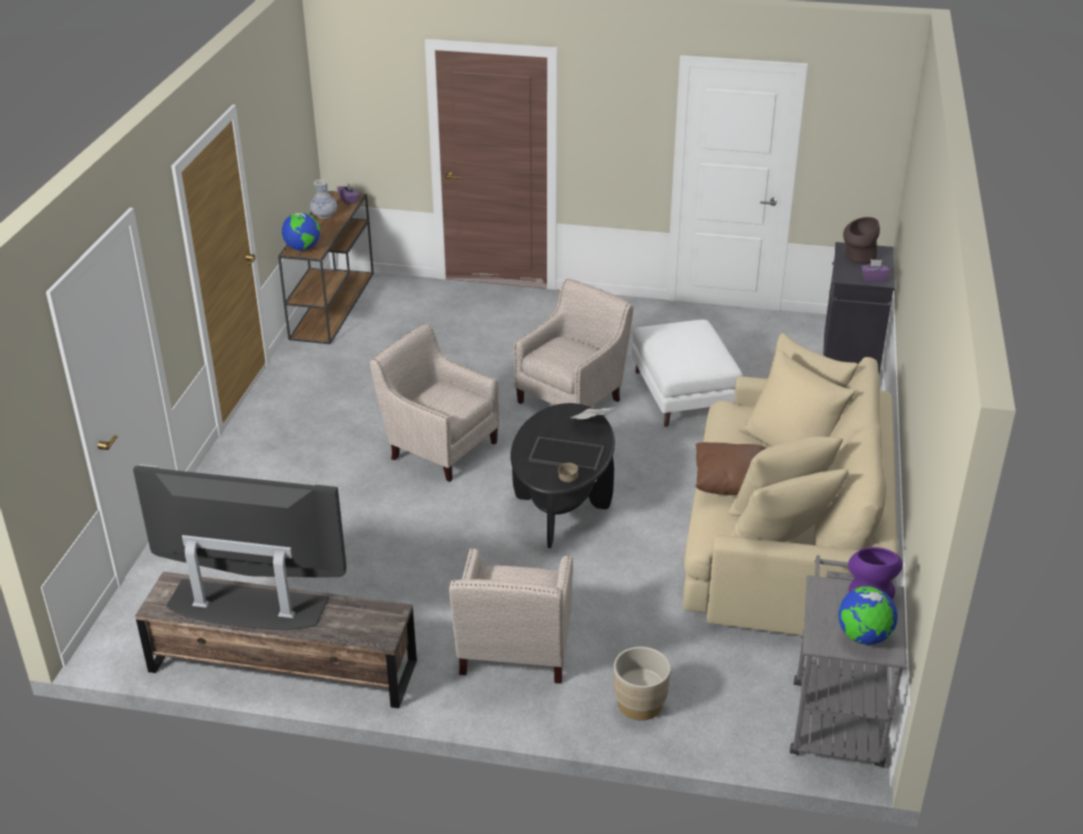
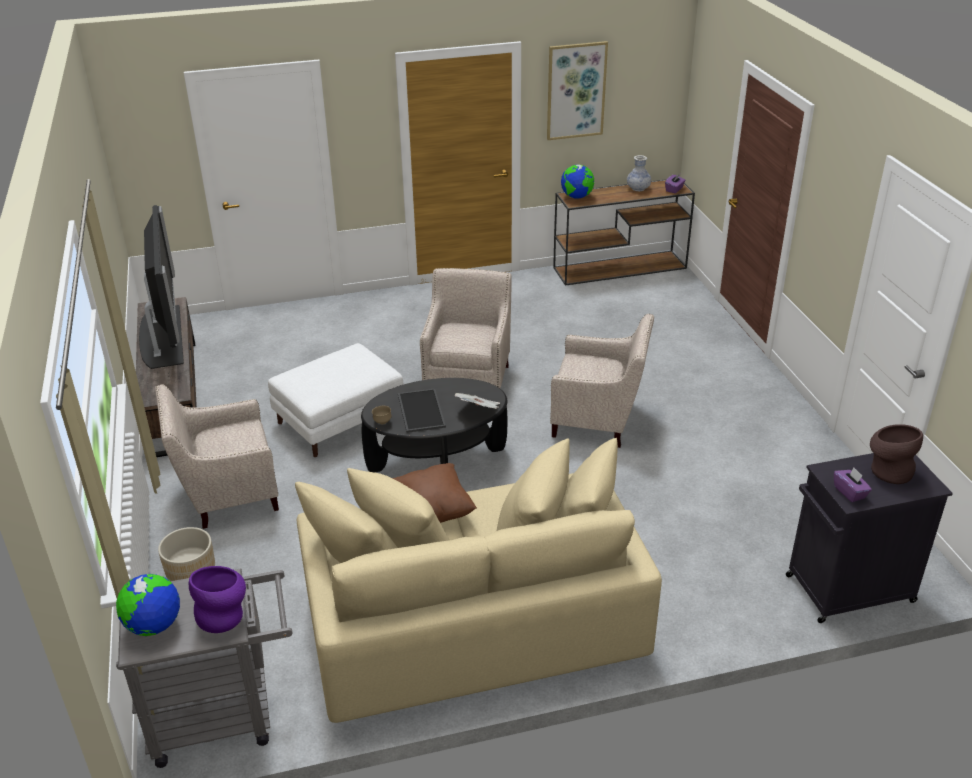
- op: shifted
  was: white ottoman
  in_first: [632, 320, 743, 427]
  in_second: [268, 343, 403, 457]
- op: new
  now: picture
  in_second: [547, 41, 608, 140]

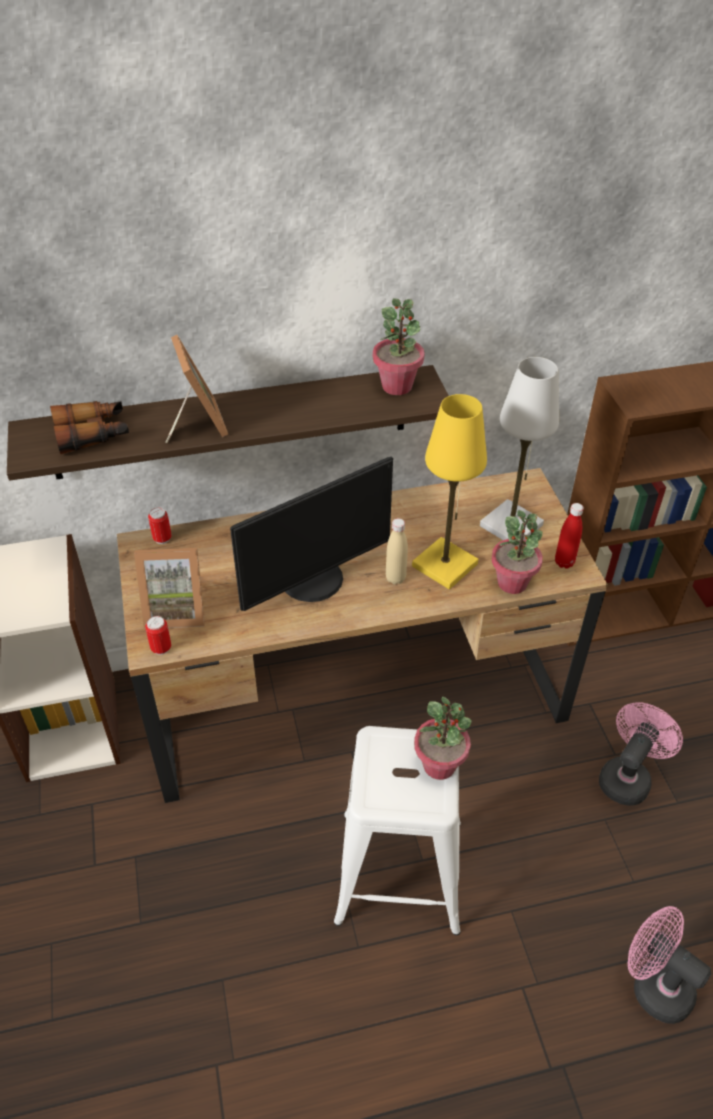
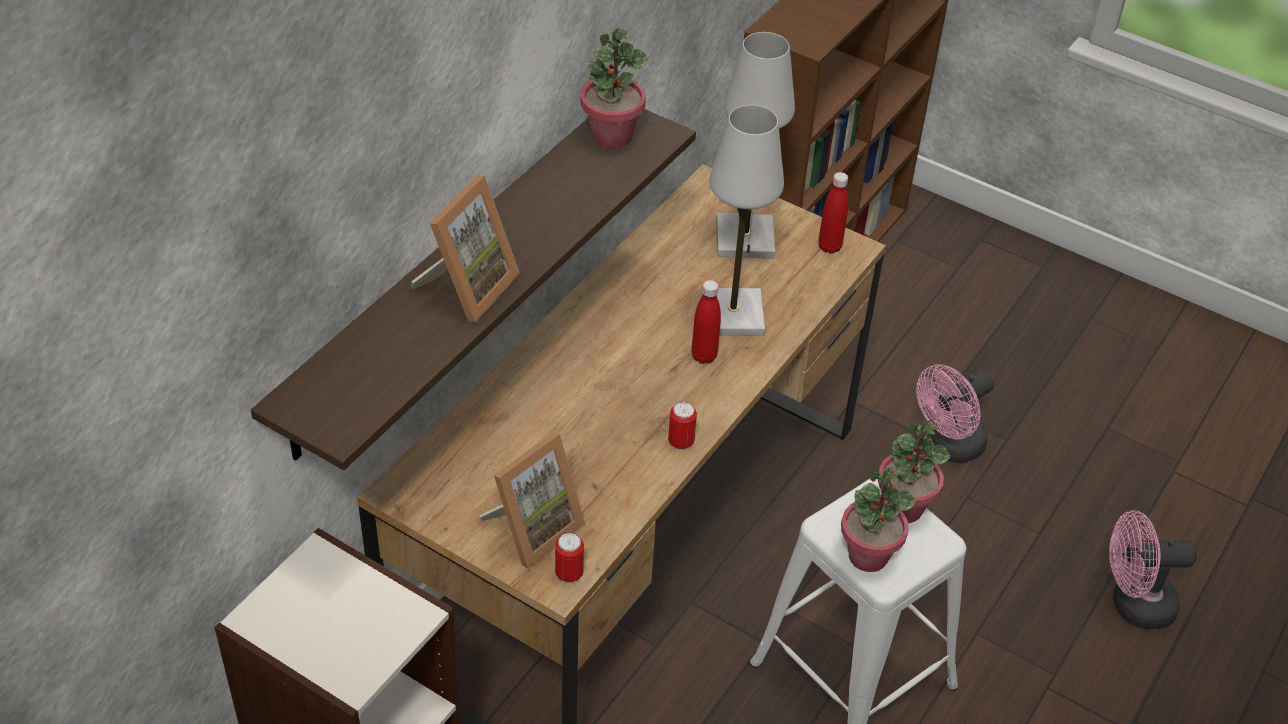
- op: rotated
  was: picture frame
  in_first: [165, 335, 228, 443]
  in_second: [411, 175, 520, 323]
  clockwise: 90
- op: repainted
  was: yellow table lamp
  now: white table lamp
  in_first: [412, 394, 487, 589]
  in_second: [702, 105, 784, 336]
- op: gone
  was: binoculars
  in_first: [50, 401, 129, 454]
- op: gone
  was: monitor
  in_first: [230, 457, 393, 611]
- op: shifted
  was: can
  in_first: [148, 508, 172, 544]
  in_second: [668, 402, 697, 451]
- op: shifted
  was: potted plant
  in_first: [491, 510, 543, 594]
  in_second: [841, 467, 916, 572]
- op: repainted
  was: beige bottle
  now: red bottle
  in_first: [386, 518, 408, 584]
  in_second: [692, 280, 721, 364]
- op: rotated
  was: pink fan
  in_first: [599, 702, 683, 806]
  in_second: [916, 364, 994, 463]
  clockwise: -120

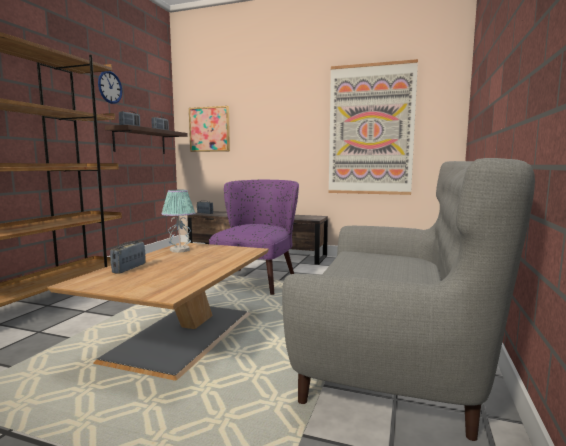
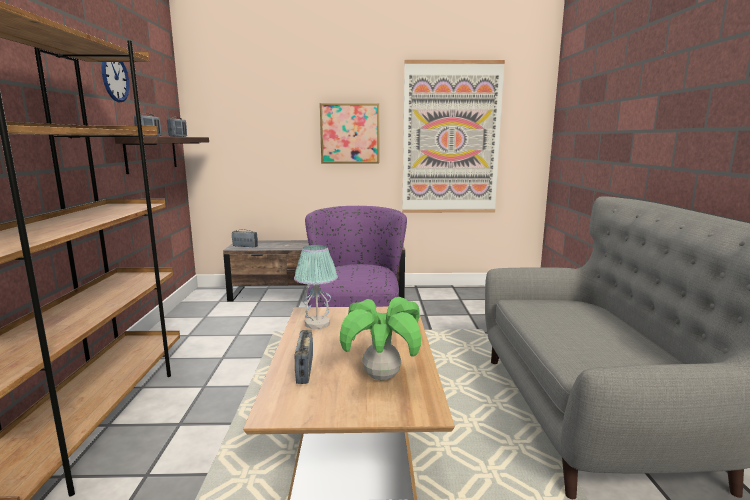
- op: shifted
  was: picture
  in_first: [189, 106, 230, 152]
  in_second: [320, 103, 379, 163]
- op: new
  now: potted plant
  in_second: [340, 297, 421, 380]

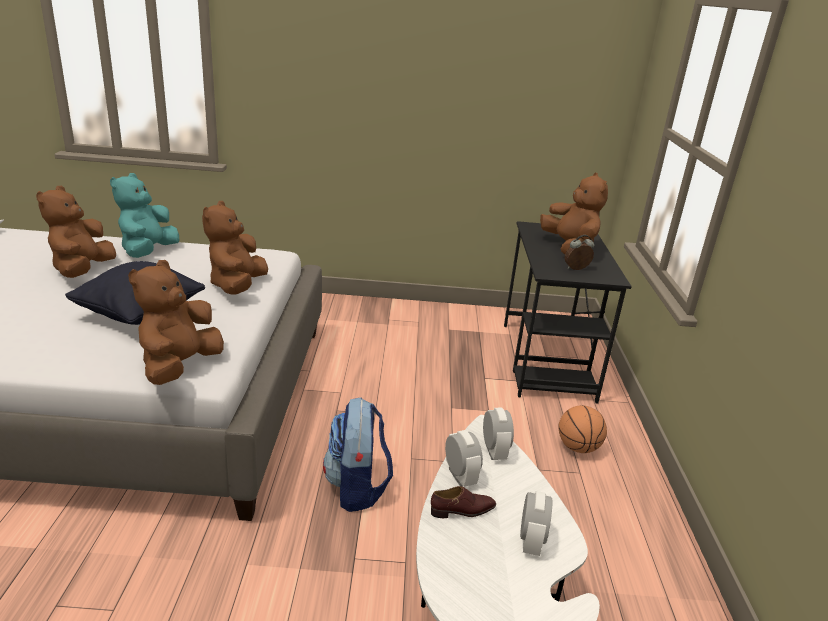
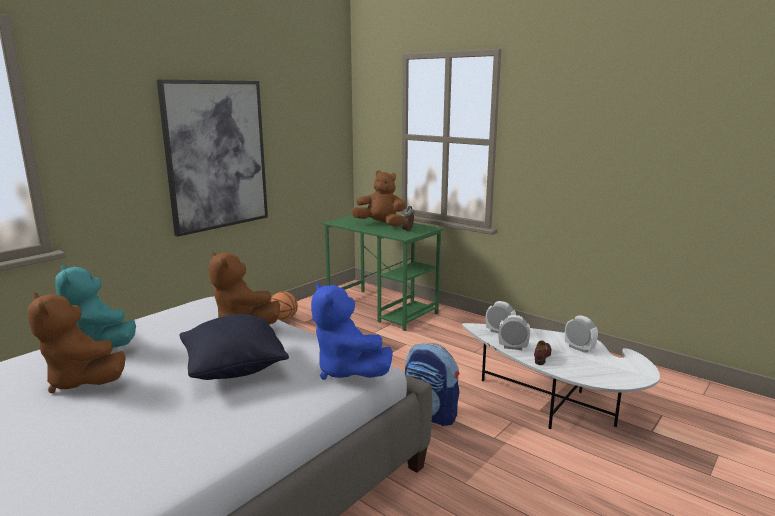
- op: repainted
  was: black desk
  now: green desk
  in_first: [504, 221, 632, 404]
  in_second: [322, 215, 444, 331]
- op: repainted
  was: brown plush toy
  now: blue plush toy
  in_first: [128, 260, 224, 385]
  in_second: [311, 282, 393, 380]
- op: shifted
  was: basketball
  in_first: [559, 405, 607, 453]
  in_second: [270, 292, 298, 320]
- op: new
  now: picture
  in_second: [157, 80, 268, 237]

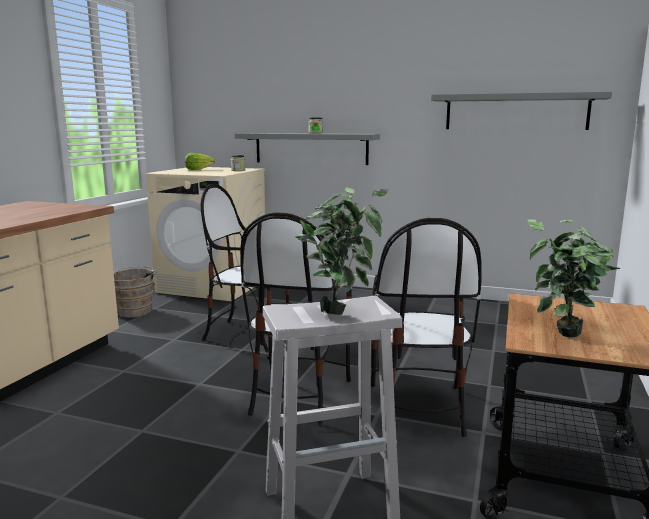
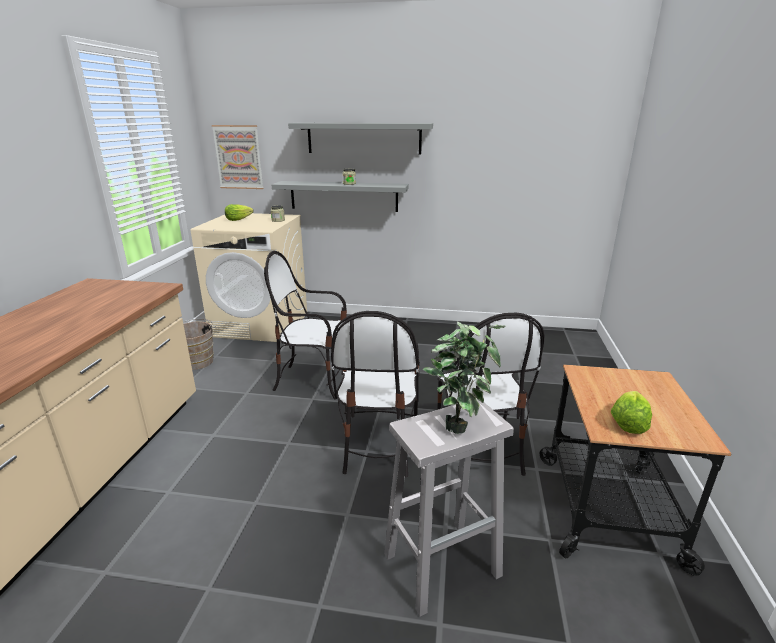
- op: shifted
  was: grey shelf
  in_first: [431, 92, 612, 130]
  in_second: [288, 123, 433, 154]
- op: swapped
  was: potted plant
  now: lettuce
  in_first: [527, 219, 621, 338]
  in_second: [611, 391, 652, 434]
- op: new
  now: picture
  in_second: [212, 125, 264, 189]

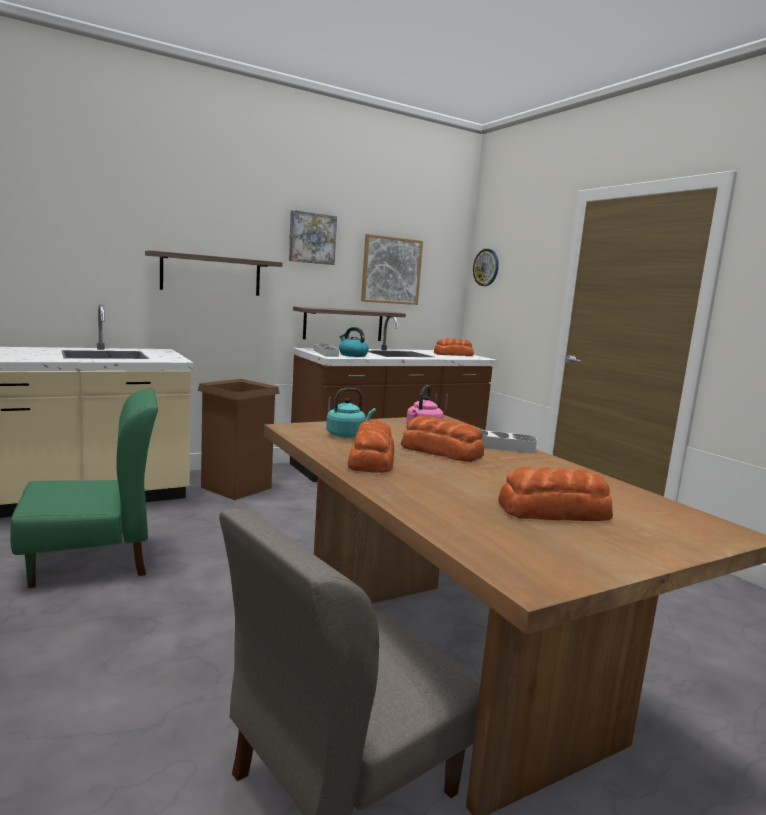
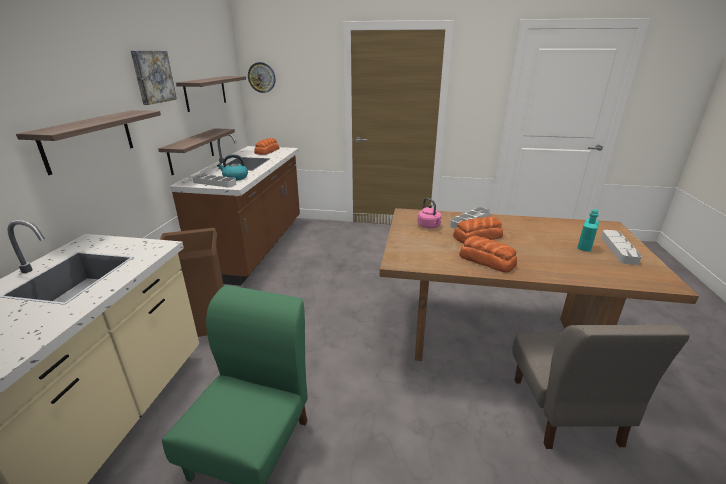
- op: swapped
  was: picture
  now: shelf
  in_first: [361, 234, 423, 305]
  in_second: [176, 76, 246, 112]
- op: gone
  was: turquoise kettle
  in_first: [326, 388, 376, 438]
- op: swapped
  was: bread
  now: turquoise bottle
  in_first: [498, 467, 613, 521]
  in_second: [577, 209, 599, 252]
- op: new
  now: grey tray
  in_second: [601, 230, 642, 265]

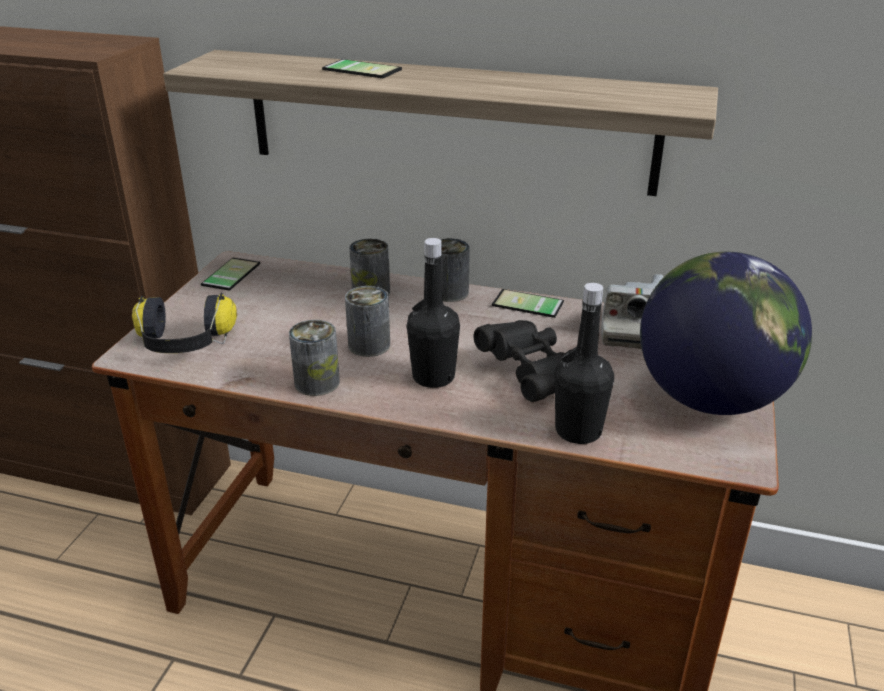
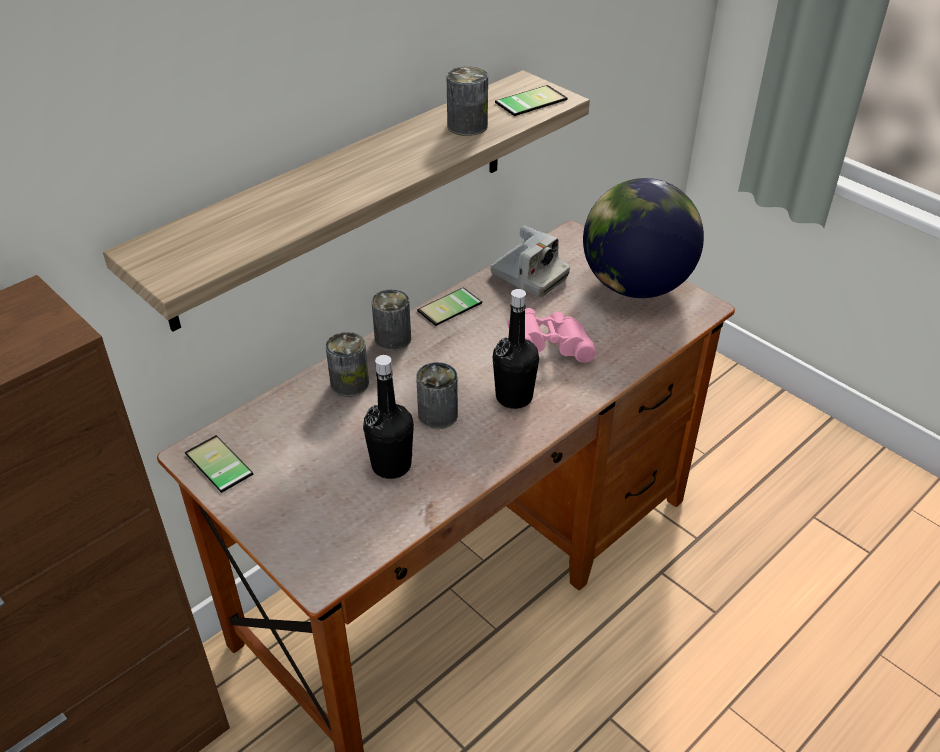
- op: shifted
  was: phone
  in_first: [322, 59, 402, 78]
  in_second: [495, 85, 568, 116]
- op: shifted
  was: black bottle
  in_first: [555, 283, 614, 444]
  in_second: [363, 355, 414, 479]
- op: gone
  was: headphones
  in_first: [132, 293, 237, 353]
- op: shifted
  was: can
  in_first: [289, 320, 340, 396]
  in_second: [447, 66, 488, 136]
- op: repainted
  was: black binoculars
  now: pink binoculars
  in_first: [474, 320, 572, 402]
  in_second: [508, 308, 596, 363]

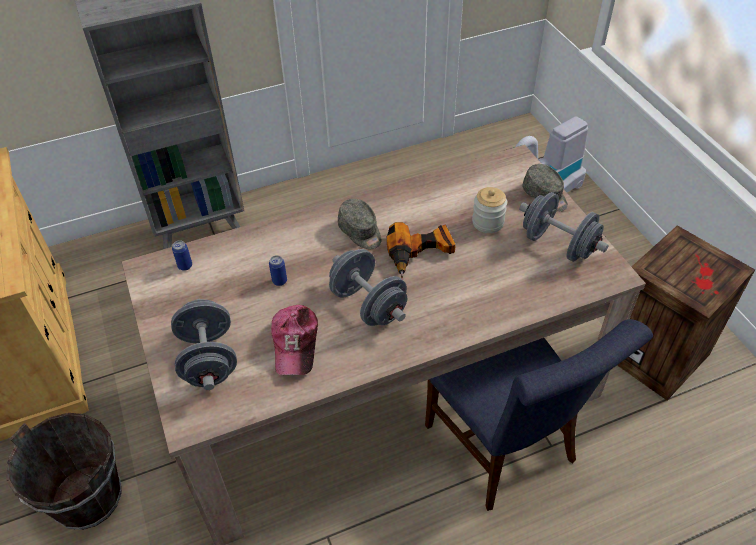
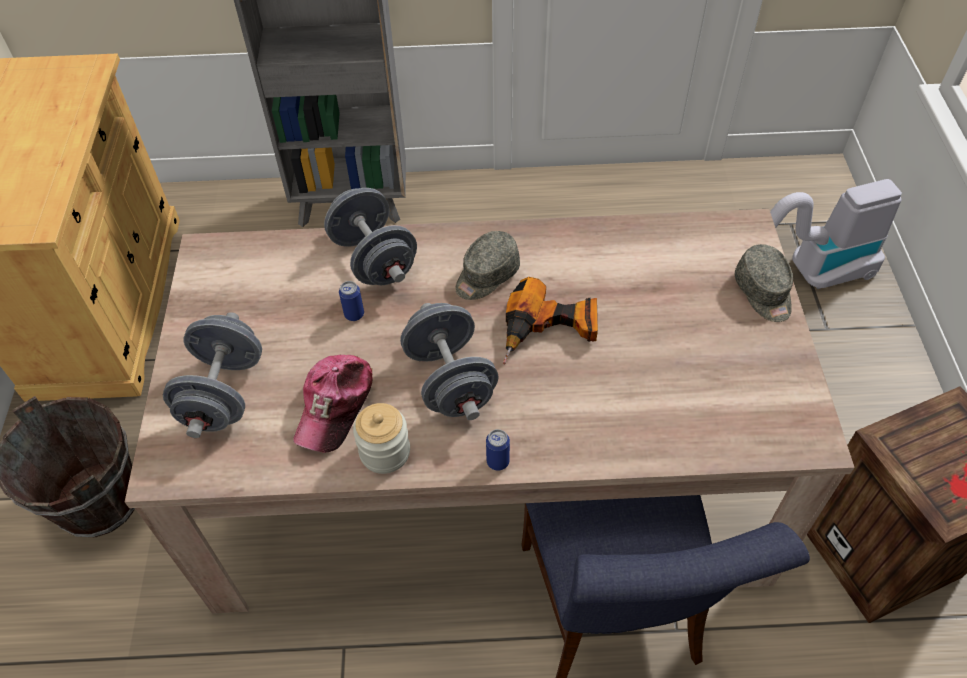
- op: shifted
  was: jar
  in_first: [472, 187, 507, 233]
  in_second: [353, 403, 410, 474]
- op: shifted
  was: grey dumbbell
  in_first: [519, 192, 609, 262]
  in_second: [324, 188, 417, 285]
- op: rotated
  was: grey cap
  in_first: [338, 199, 381, 249]
  in_second: [455, 231, 520, 300]
  clockwise: 60
- op: shifted
  was: can
  in_first: [172, 240, 192, 271]
  in_second: [486, 429, 510, 471]

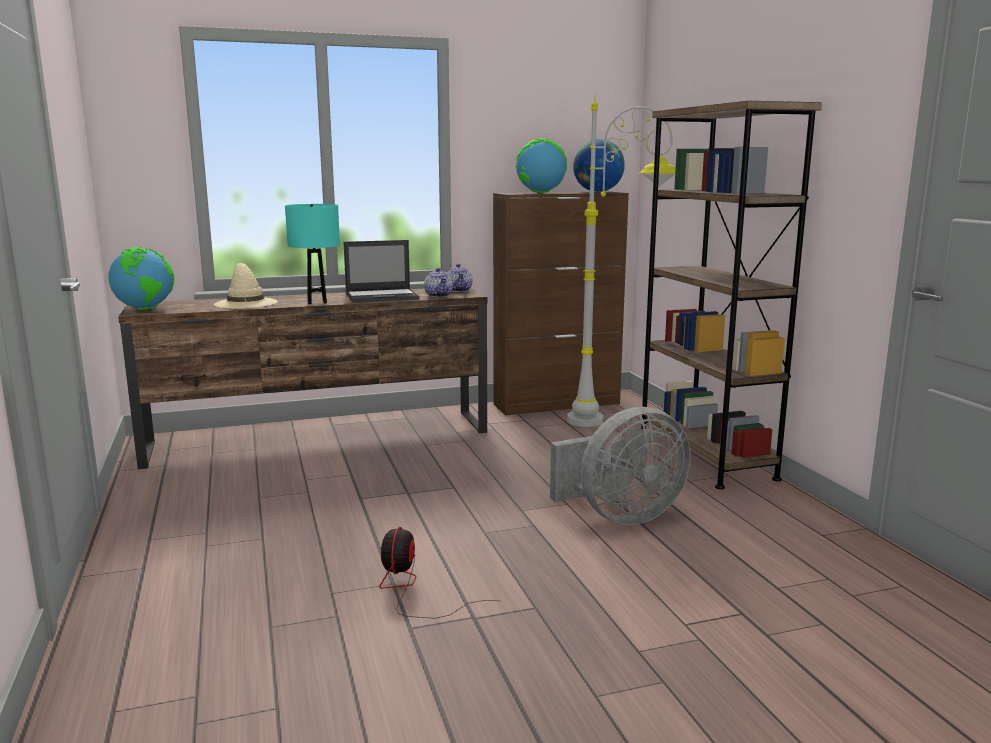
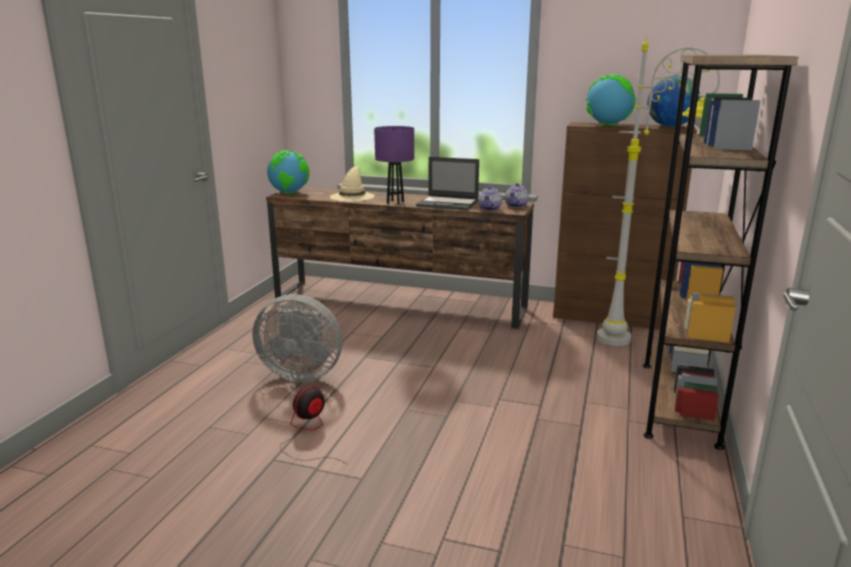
- op: repainted
  was: turquoise table lamp
  now: purple table lamp
  in_first: [285, 204, 340, 304]
  in_second: [374, 126, 414, 205]
- op: shifted
  was: grey fan
  in_first: [550, 407, 691, 525]
  in_second: [252, 294, 343, 382]

